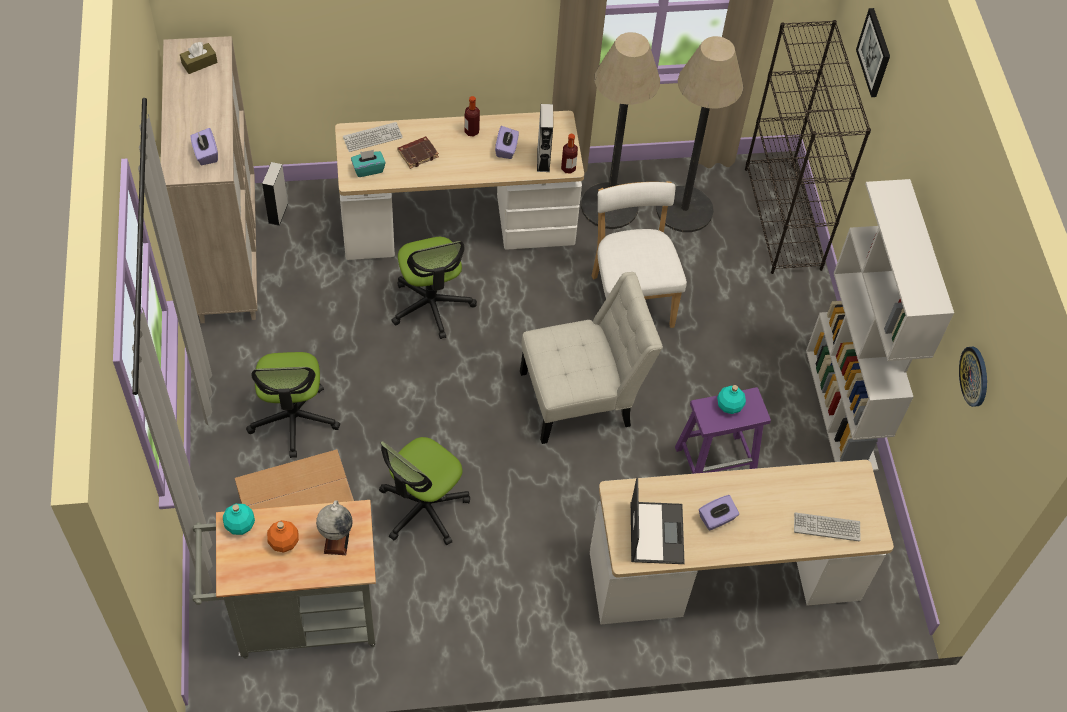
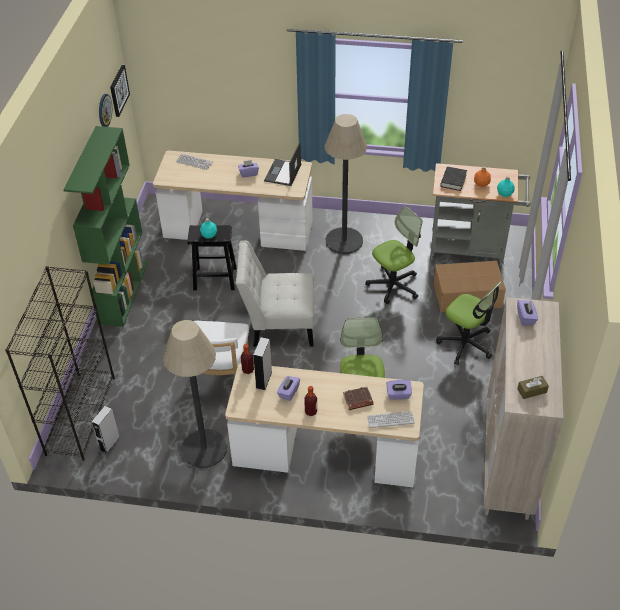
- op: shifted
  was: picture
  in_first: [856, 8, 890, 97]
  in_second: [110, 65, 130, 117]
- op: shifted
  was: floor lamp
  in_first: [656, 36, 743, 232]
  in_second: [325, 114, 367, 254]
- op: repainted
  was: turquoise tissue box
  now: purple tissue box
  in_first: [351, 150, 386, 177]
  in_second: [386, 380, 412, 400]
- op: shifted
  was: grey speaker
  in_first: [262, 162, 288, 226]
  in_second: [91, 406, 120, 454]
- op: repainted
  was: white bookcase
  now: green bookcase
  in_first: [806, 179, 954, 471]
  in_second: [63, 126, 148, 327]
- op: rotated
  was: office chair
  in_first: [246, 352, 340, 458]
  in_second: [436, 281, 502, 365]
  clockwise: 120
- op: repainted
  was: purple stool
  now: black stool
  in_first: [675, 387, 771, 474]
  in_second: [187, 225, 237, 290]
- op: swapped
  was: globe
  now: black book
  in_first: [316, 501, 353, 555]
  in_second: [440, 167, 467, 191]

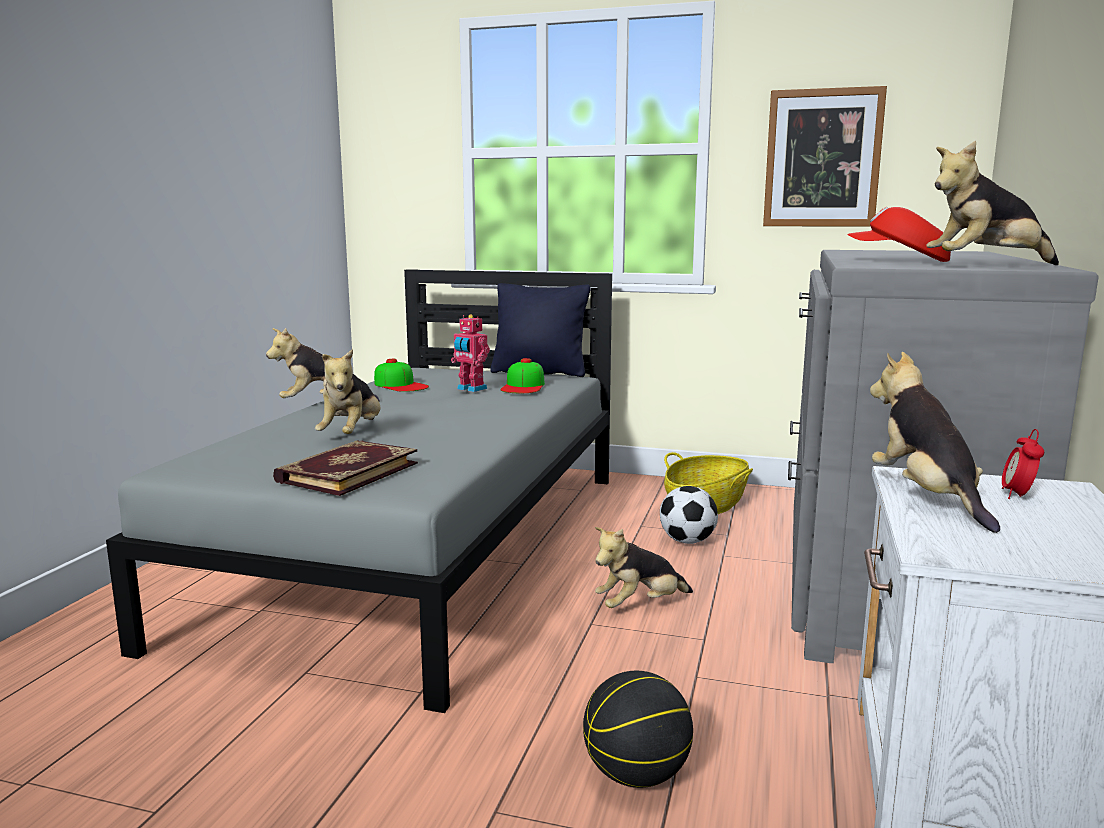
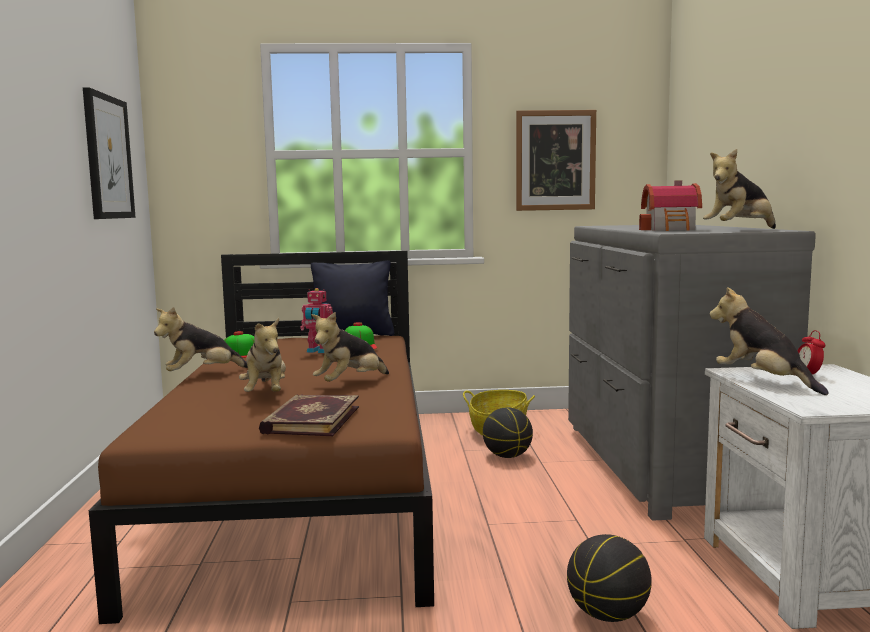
- op: swapped
  was: red cap
  now: toy house
  in_first: [847, 207, 951, 262]
  in_second: [639, 180, 702, 231]
- op: repainted
  was: grey bed
  now: brown bed
  in_first: [106, 269, 612, 713]
  in_second: [89, 251, 434, 624]
- op: swapped
  was: football
  now: basketball
  in_first: [660, 486, 718, 544]
  in_second: [483, 407, 533, 458]
- op: shifted
  was: plush toy
  in_first: [595, 527, 693, 608]
  in_second: [311, 312, 389, 382]
- op: new
  now: picture
  in_second: [83, 87, 136, 219]

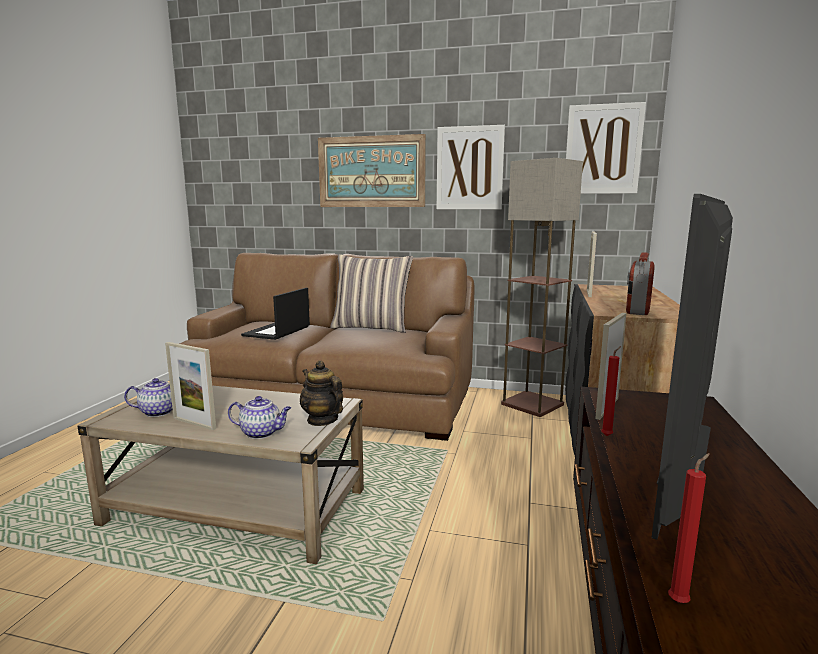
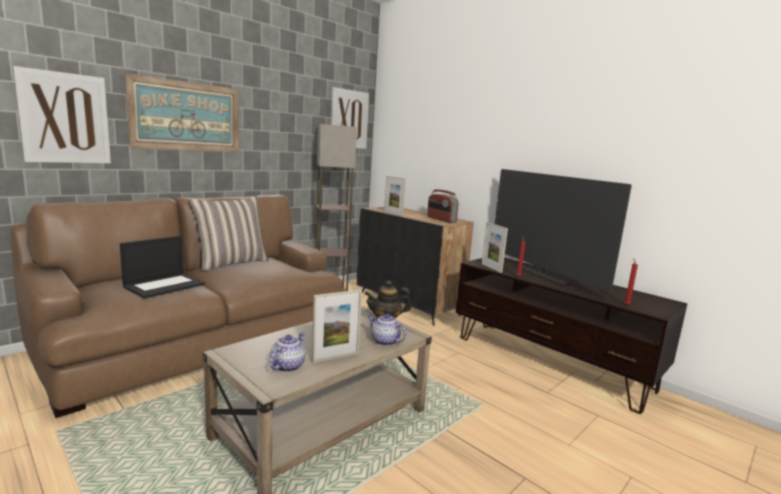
- op: shifted
  was: picture
  in_first: [437, 125, 505, 209]
  in_second: [13, 66, 111, 163]
- op: rotated
  was: laptop
  in_first: [241, 288, 310, 340]
  in_second: [120, 236, 205, 298]
  clockwise: -105
- op: rotated
  was: teapot
  in_first: [228, 396, 291, 439]
  in_second: [368, 314, 407, 346]
  clockwise: -90

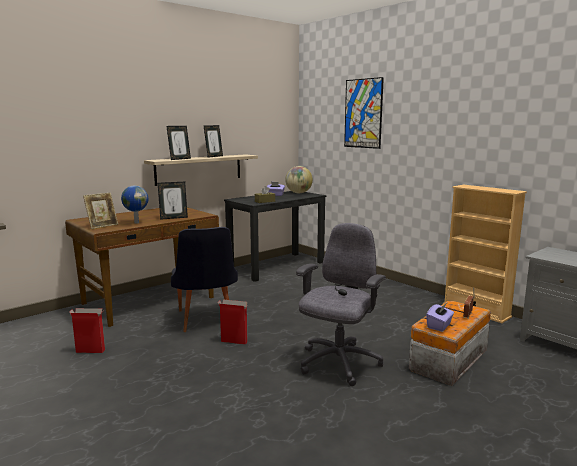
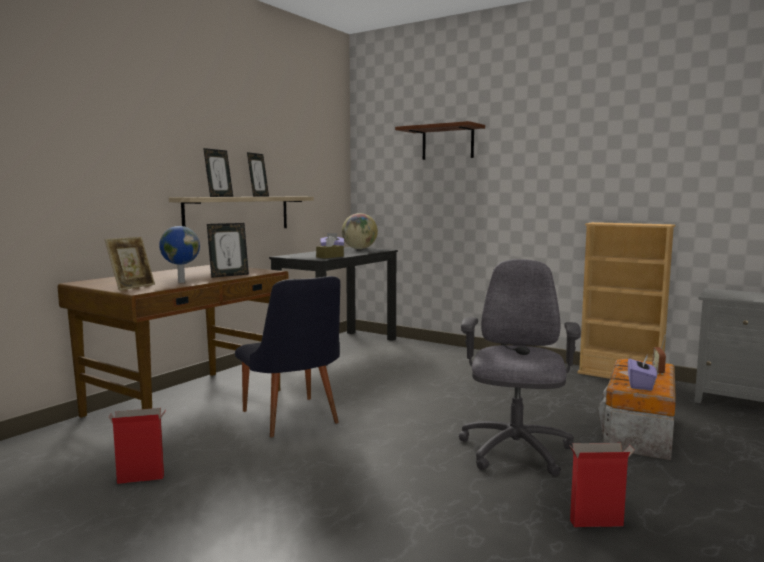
- op: swapped
  was: picture
  now: brown shelf
  in_first: [344, 77, 384, 149]
  in_second: [395, 121, 485, 160]
- op: shifted
  was: cardboard box
  in_first: [218, 300, 250, 344]
  in_second: [570, 443, 635, 527]

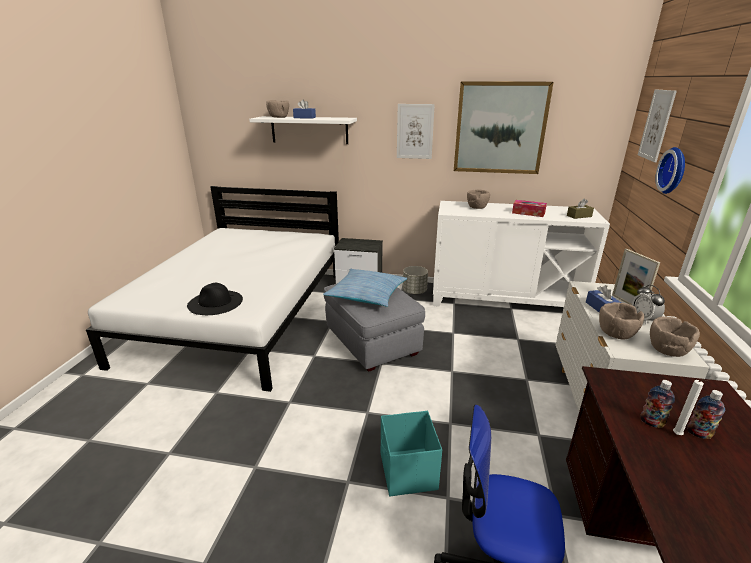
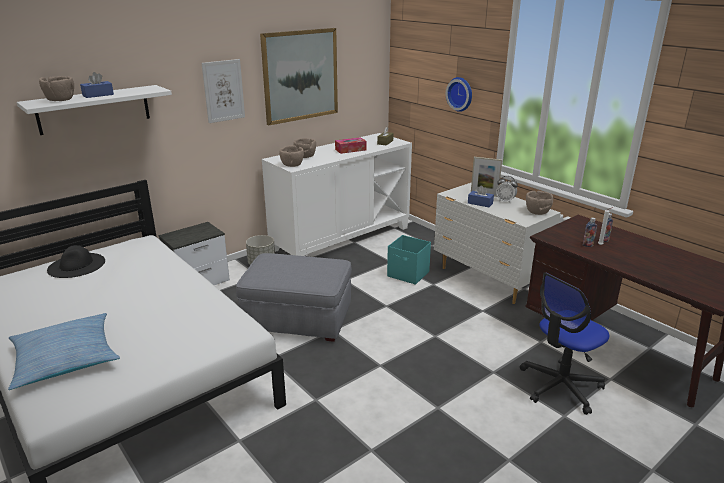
- op: gone
  was: picture
  in_first: [638, 90, 677, 162]
- op: shifted
  was: pillow
  in_first: [323, 269, 407, 307]
  in_second: [8, 313, 120, 390]
- op: shifted
  was: black hat
  in_first: [187, 283, 243, 315]
  in_second: [47, 245, 105, 278]
- op: shifted
  was: brown bowl
  in_first: [599, 302, 644, 339]
  in_second: [279, 145, 304, 167]
- op: shifted
  was: turquoise storage box
  in_first: [381, 411, 442, 496]
  in_second: [387, 235, 431, 285]

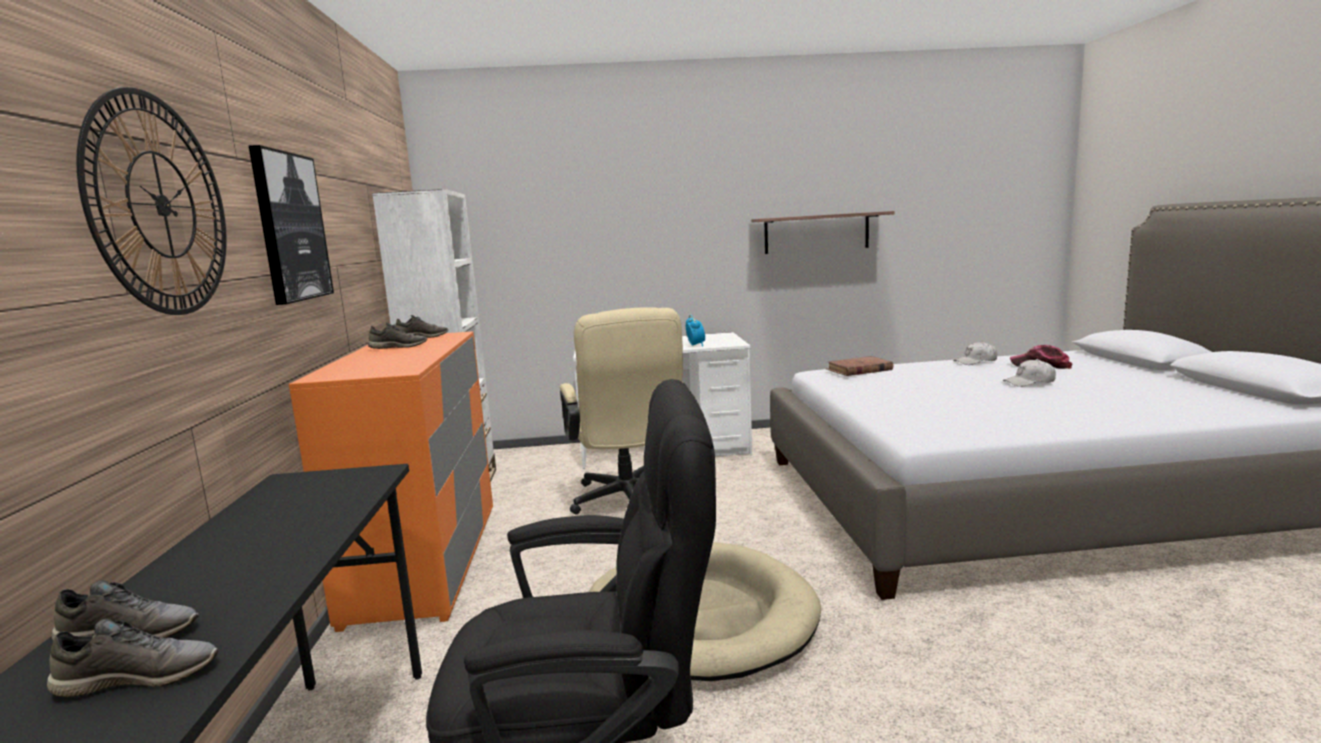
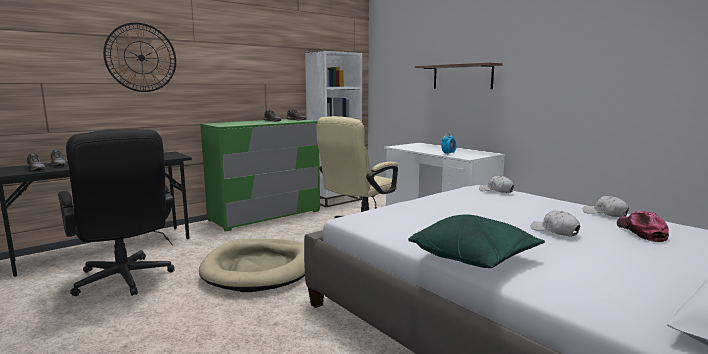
- op: gone
  was: picture
  in_first: [249, 145, 334, 305]
- op: shifted
  was: shelf
  in_first: [751, 211, 895, 254]
  in_second: [415, 62, 503, 89]
- op: repainted
  was: orange dresser
  now: green dresser
  in_first: [289, 331, 493, 632]
  in_second: [200, 119, 320, 232]
- op: swapped
  was: brown book
  now: white cap
  in_first: [826, 356, 893, 376]
  in_second: [479, 176, 514, 193]
- op: new
  now: green pillow
  in_second: [408, 214, 545, 268]

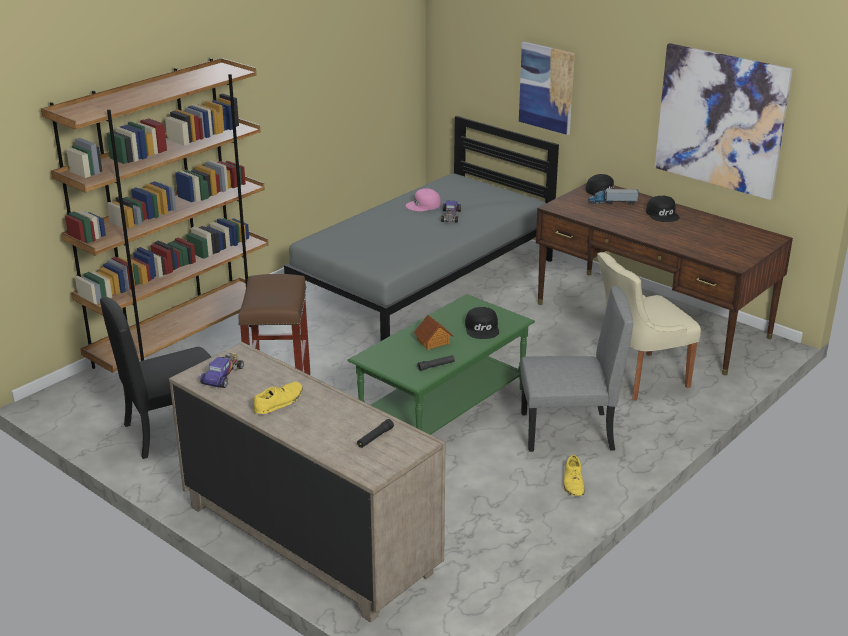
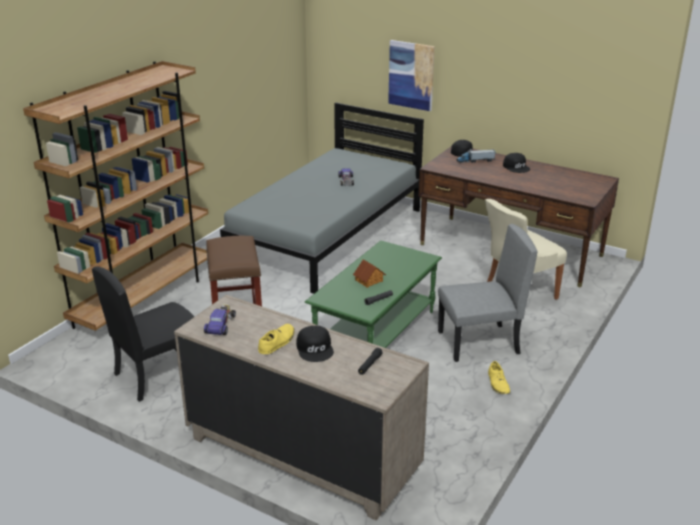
- op: gone
  was: picture
  in_first: [655, 43, 793, 200]
- op: gone
  was: pink cap
  in_first: [406, 188, 441, 211]
- op: shifted
  was: black cap
  in_first: [465, 307, 499, 339]
  in_second: [296, 326, 334, 362]

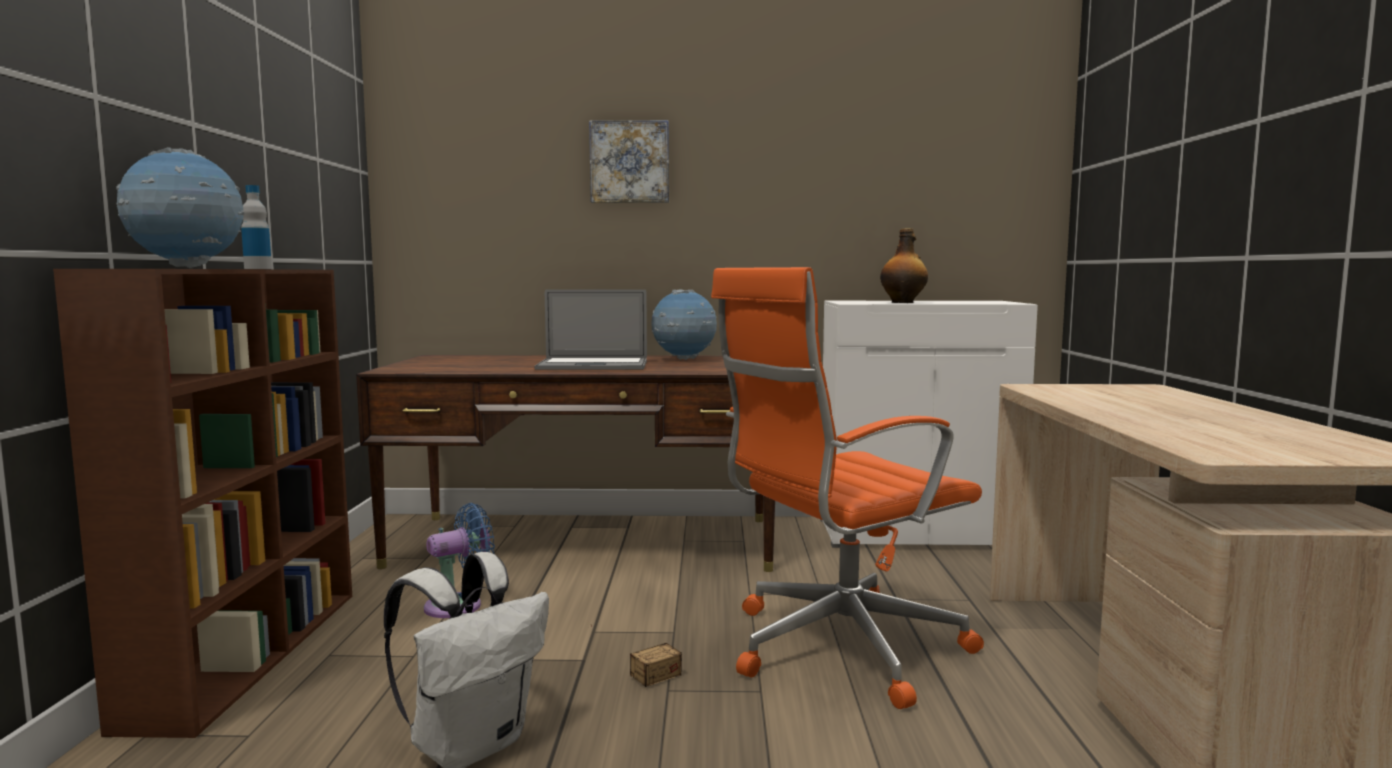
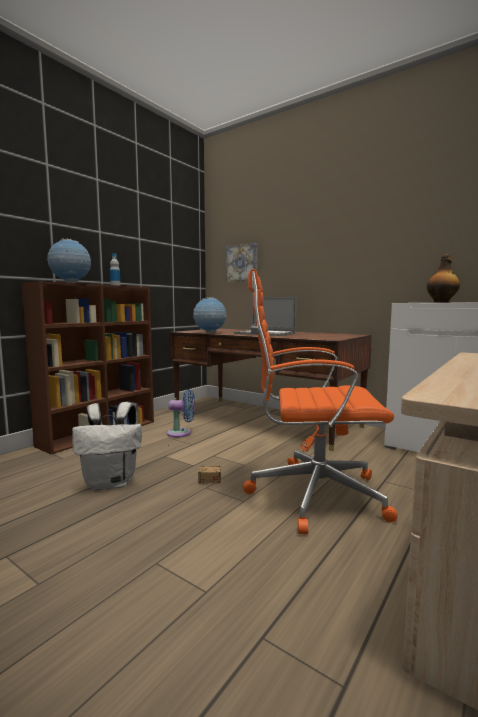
- op: shifted
  was: picture
  in_first: [589, 120, 669, 203]
  in_second: [226, 243, 257, 282]
- op: shifted
  was: globe
  in_first: [651, 289, 717, 360]
  in_second: [193, 297, 227, 333]

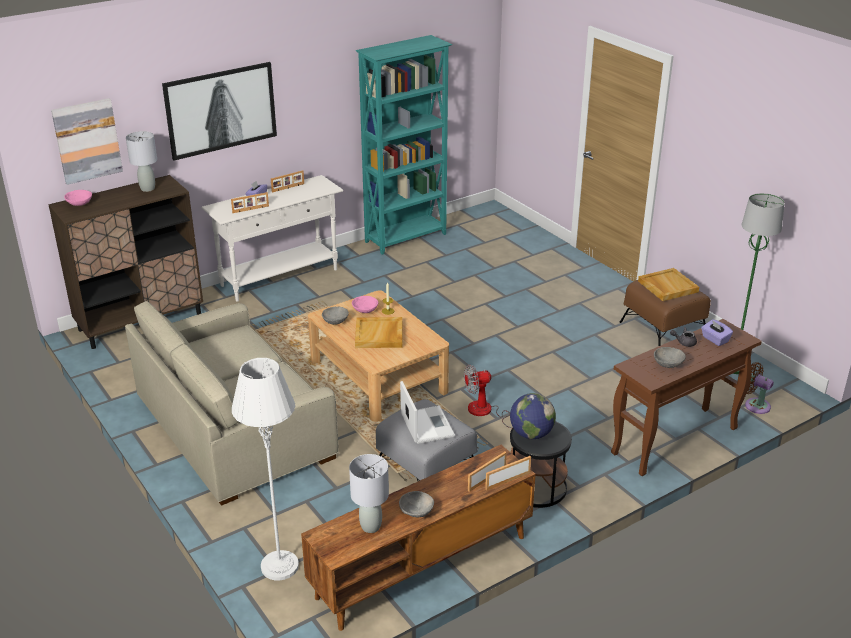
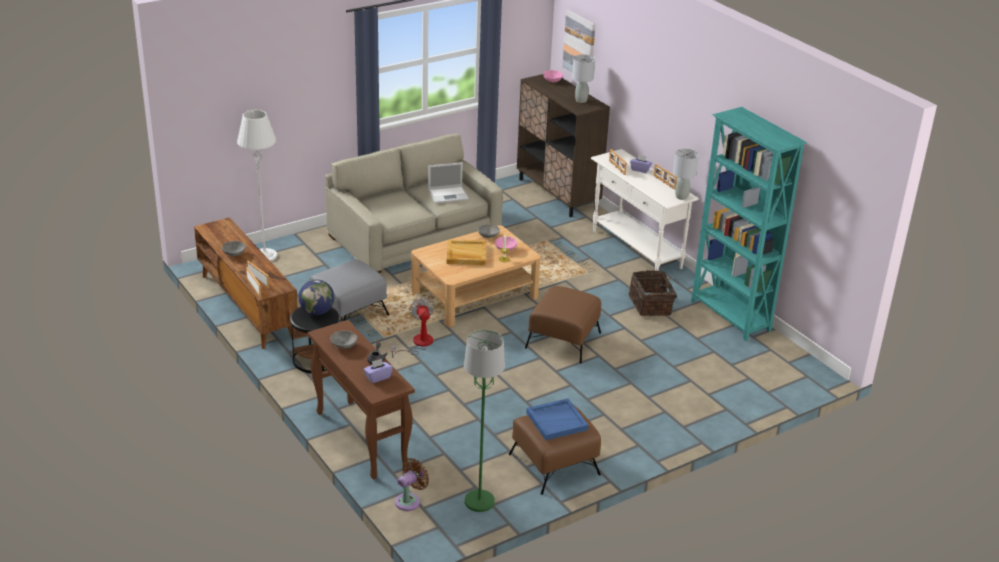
- op: gone
  was: picture
  in_first: [162, 62, 277, 161]
- op: repainted
  was: beige tray
  now: blue tray
  in_first: [638, 268, 699, 301]
  in_second: [526, 398, 588, 441]
- op: shifted
  was: laptop
  in_first: [400, 381, 455, 444]
  in_second: [428, 162, 469, 203]
- op: shifted
  was: grey table lamp
  in_first: [349, 454, 389, 533]
  in_second: [673, 149, 699, 200]
- op: new
  now: basket
  in_second: [629, 270, 677, 316]
- op: new
  now: brown ottoman
  in_second: [525, 286, 601, 364]

